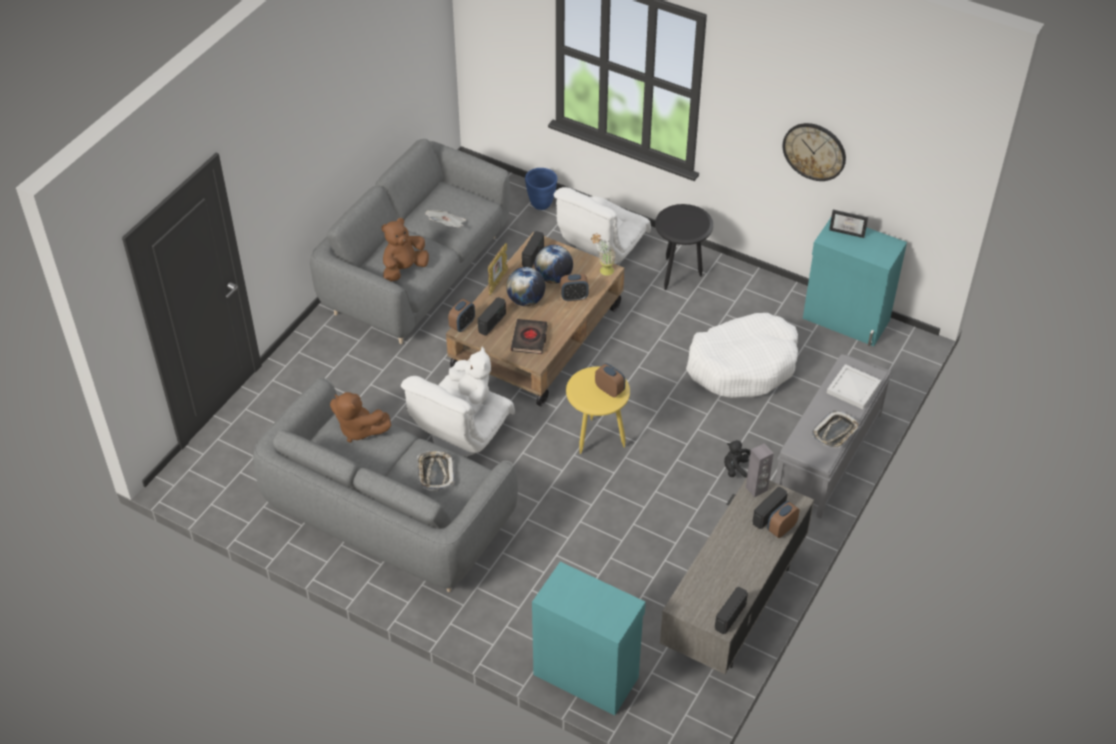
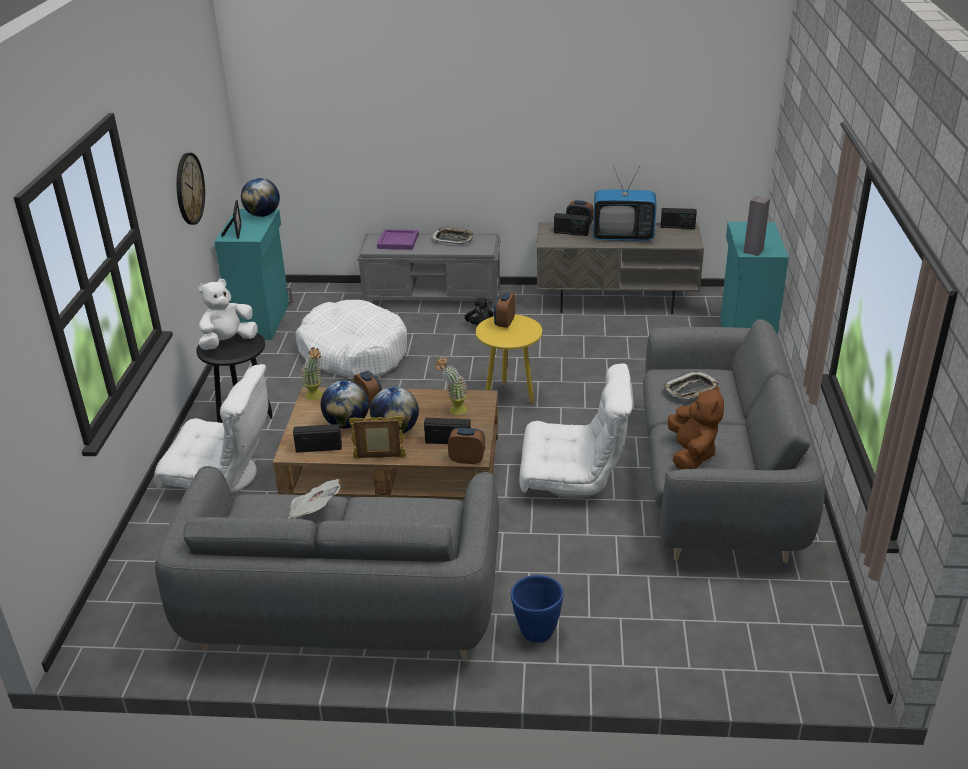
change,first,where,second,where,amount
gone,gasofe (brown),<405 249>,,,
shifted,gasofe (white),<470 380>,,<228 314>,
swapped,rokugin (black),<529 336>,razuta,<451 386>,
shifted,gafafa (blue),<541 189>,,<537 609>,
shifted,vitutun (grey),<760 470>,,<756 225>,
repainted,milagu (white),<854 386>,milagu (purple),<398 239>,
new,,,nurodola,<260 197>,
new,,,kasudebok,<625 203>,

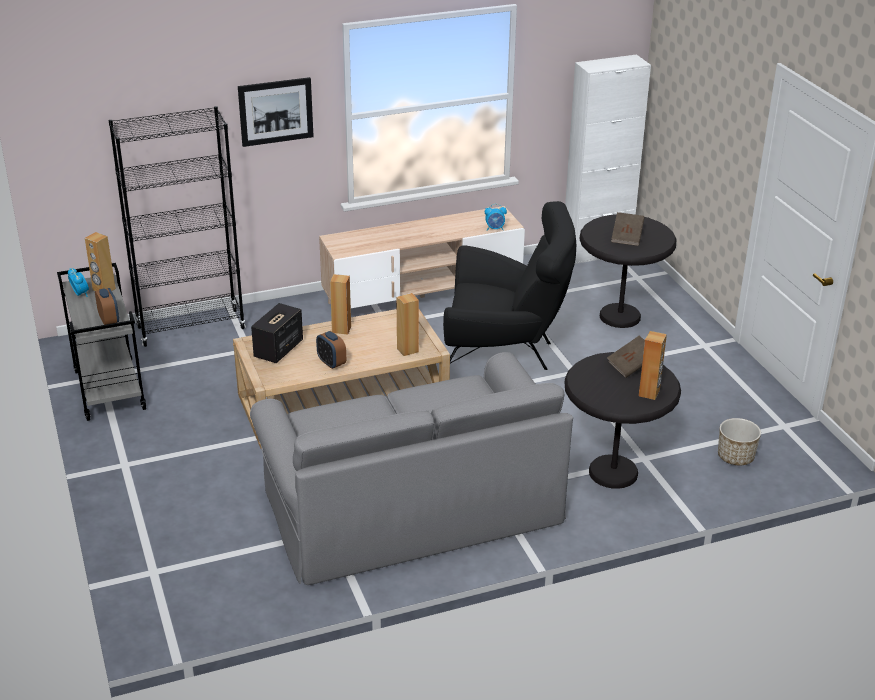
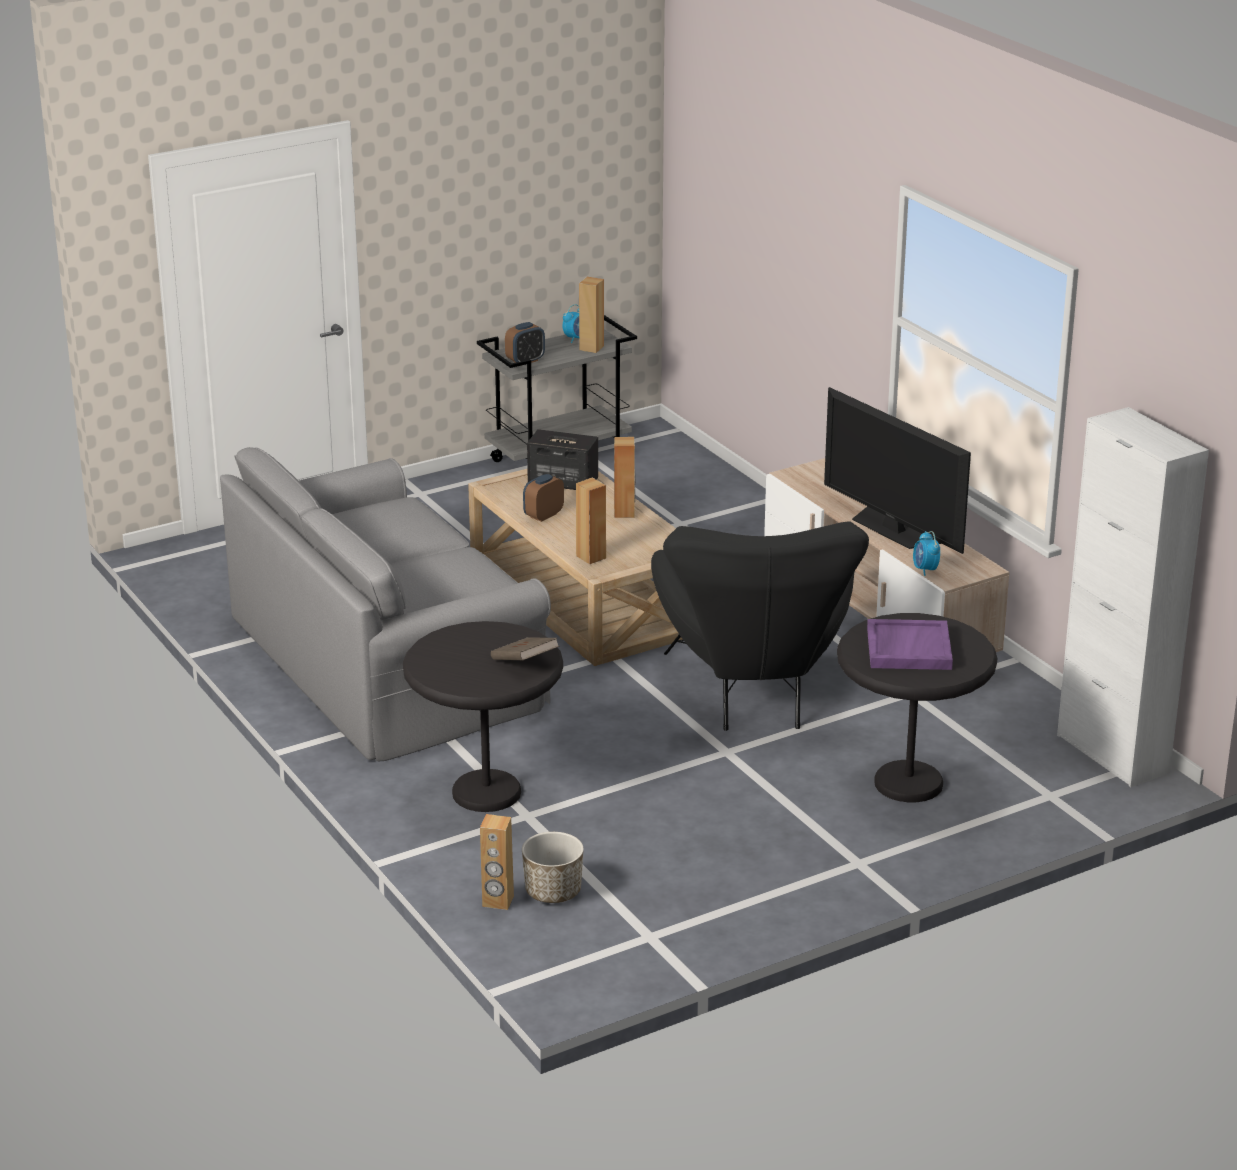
change,first,where,second,where,amount
gone,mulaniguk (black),<177 226>,,,
gone,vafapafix,<276 112>,,,
swapped,rokugin (brown),<628 229>,milagu (purple),<910 644>,
shifted,vitutun (brown),<653 365>,,<497 862>,
new,,,kasudebok,<897 470>,

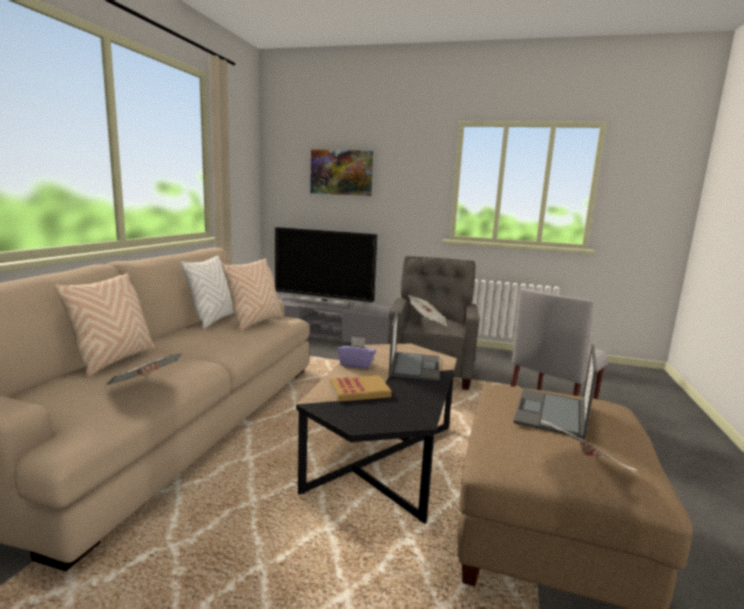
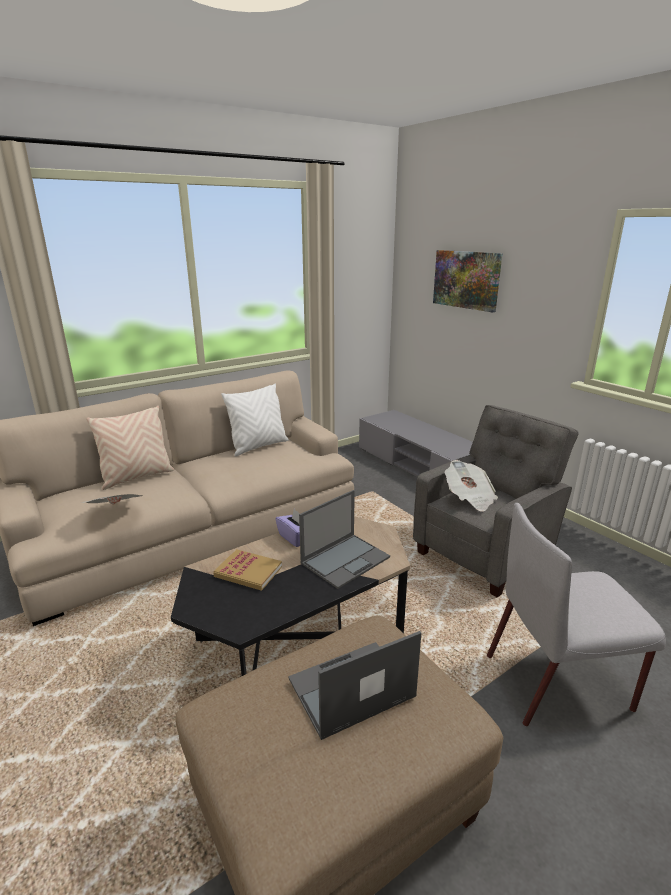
change,first,where,second,where,amount
gone,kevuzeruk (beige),<251 294>,,,
gone,kasudebok,<326 267>,,,
gone,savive,<590 447>,,,

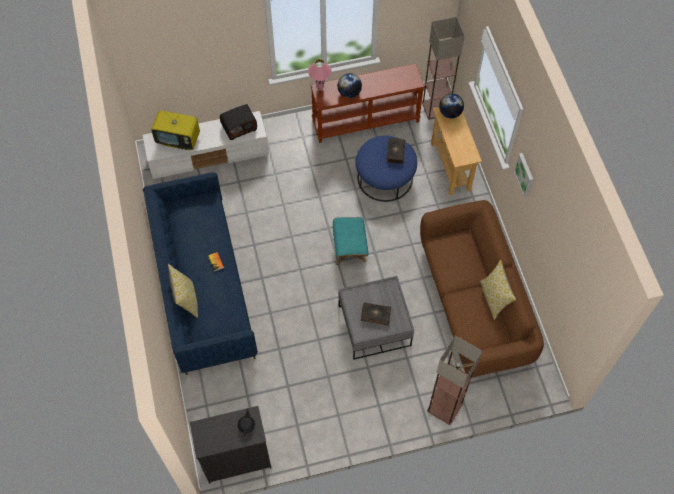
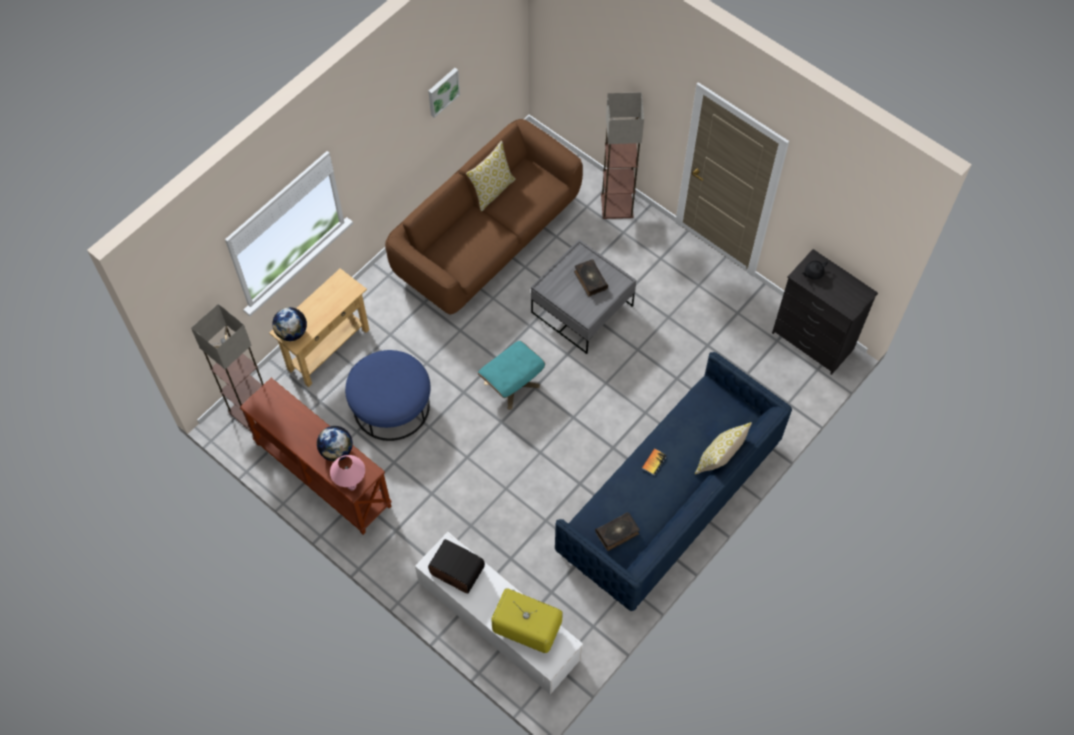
change,first,where,second,where,amount
rotated,kasudebok,<175 130>,,<527 620>,45 degrees counterclockwise
shifted,rokugin,<396 151>,,<617 531>,
shifted,vafapafix,<523 175>,,<444 93>,

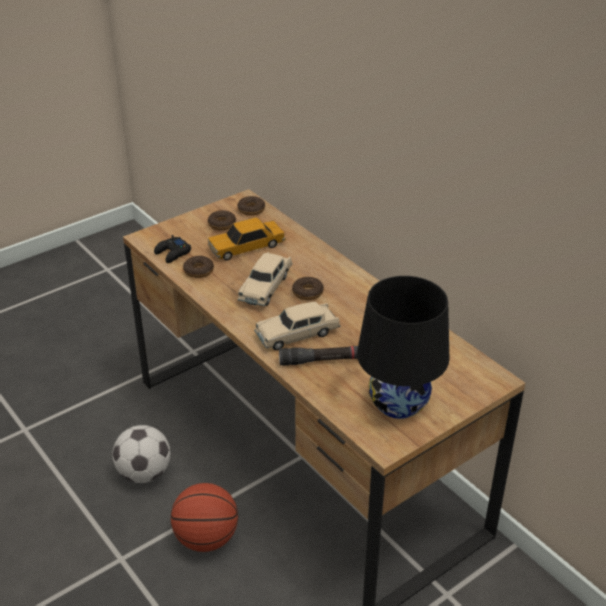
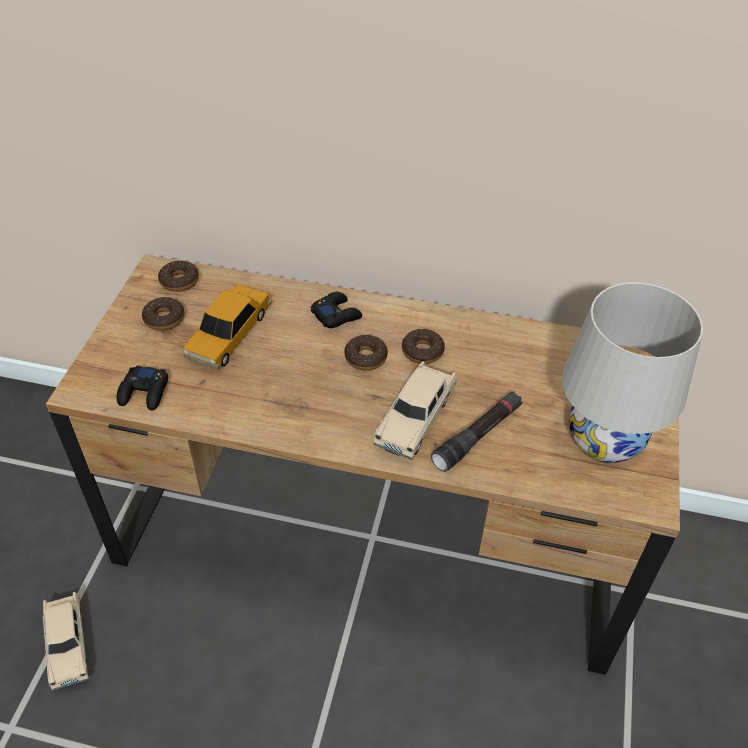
change,first,where,second,where,amount
gone,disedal,<141 454>,,,
gone,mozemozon,<204 517>,,,
shifted,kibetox,<198 267>,,<423 346>,
shifted,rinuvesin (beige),<265 279>,,<66 641>,
repainted,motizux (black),<403 347>,motizux (white),<632 372>,
new,,,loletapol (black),<336 310>,

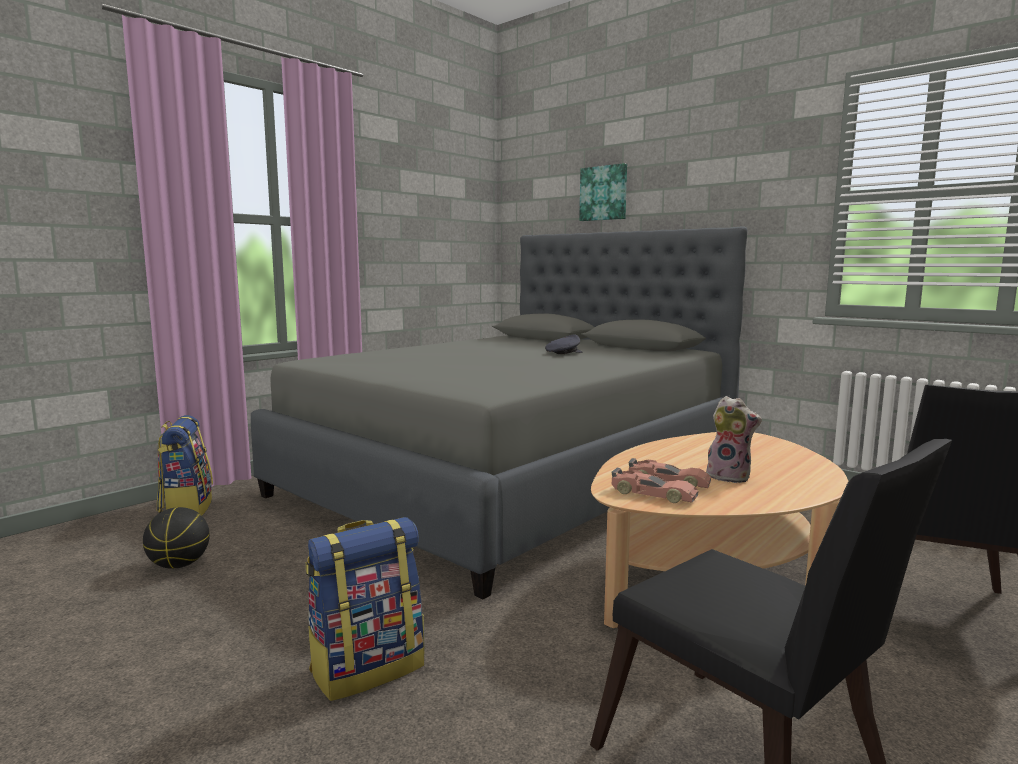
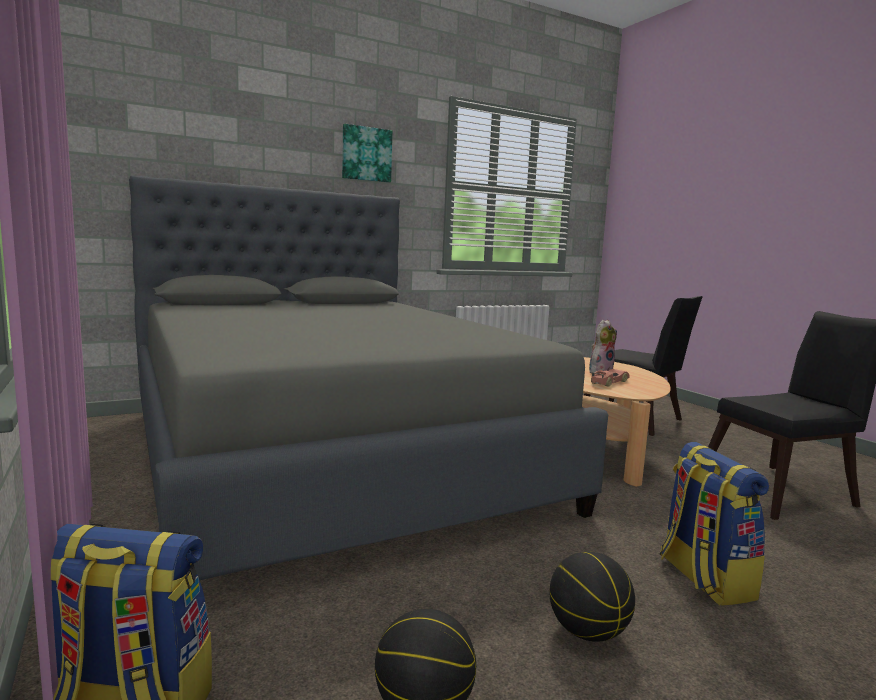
change,first,where,second,where,amount
gone,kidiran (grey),<563 344>,,,
shifted,vafapafix,<603 192>,,<367 153>,
gone,rinuvesin,<654 485>,,,
new,,,mozemozon,<592 596>,

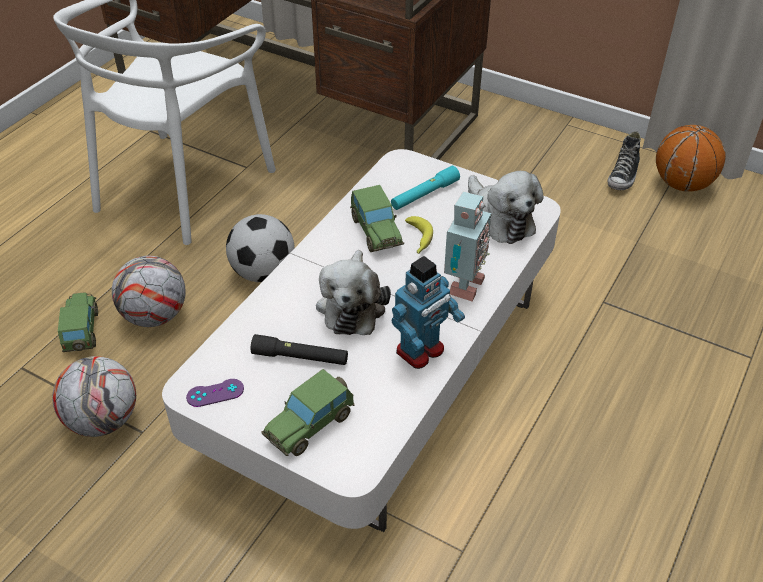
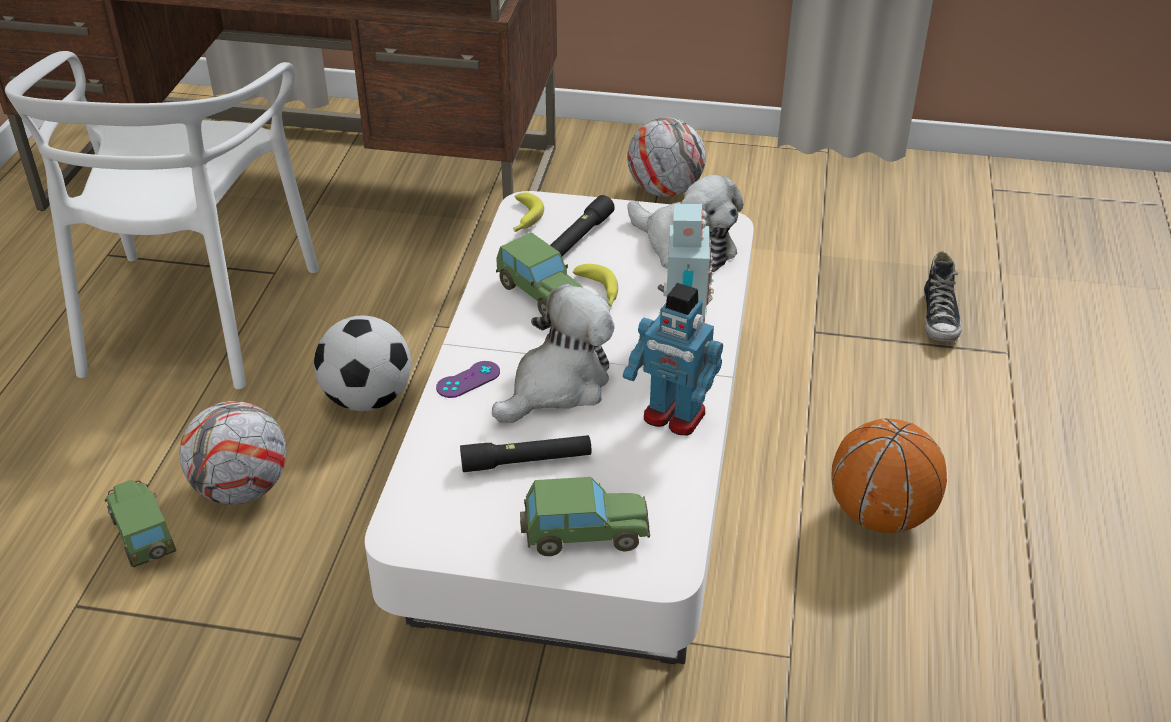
change,first,where,second,where,amount
shifted,disedal,<94 396>,,<666 157>,
shifted,loletapol (purple),<215 393>,,<468 379>,
rotated,rinuvesin,<308 412>,,<585 516>,120 degrees counterclockwise
rotated,gasofe,<353 292>,,<553 353>,120 degrees counterclockwise
repainted,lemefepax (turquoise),<425 188>,lemefepax (black),<582 226>,
rotated,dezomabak,<428 312>,,<673 359>,90 degrees clockwise
shifted,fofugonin,<624 160>,,<943 296>,
shifted,mozemozon,<691 158>,,<889 475>,
new,,,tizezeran,<528 212>,

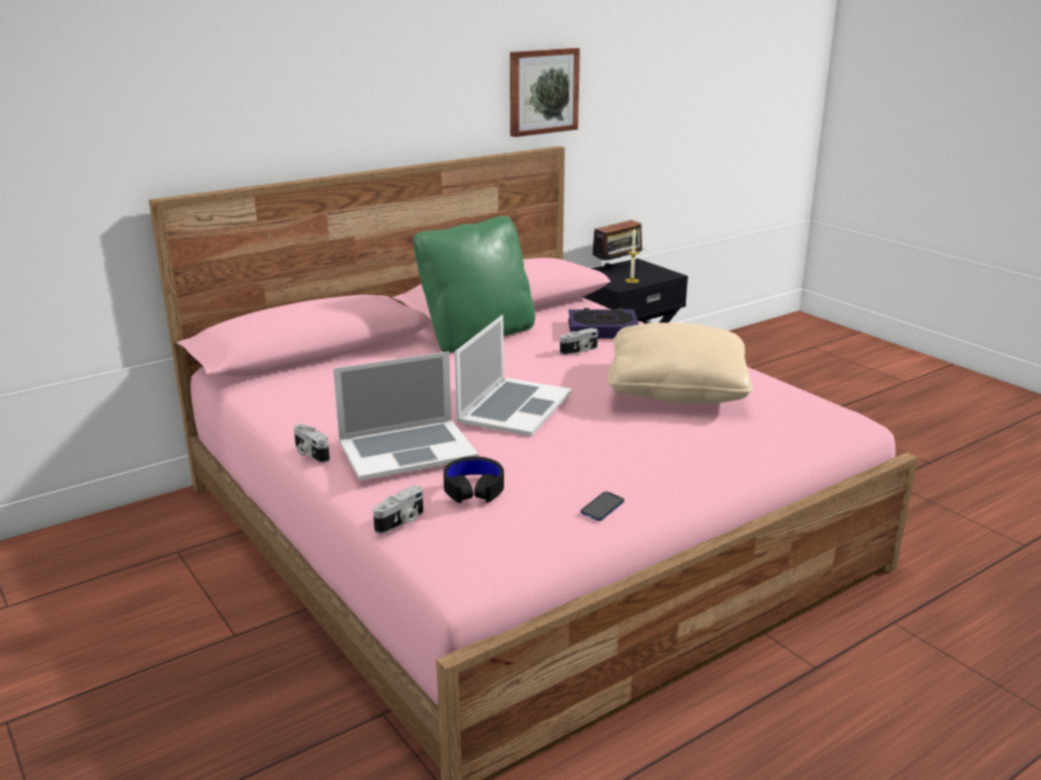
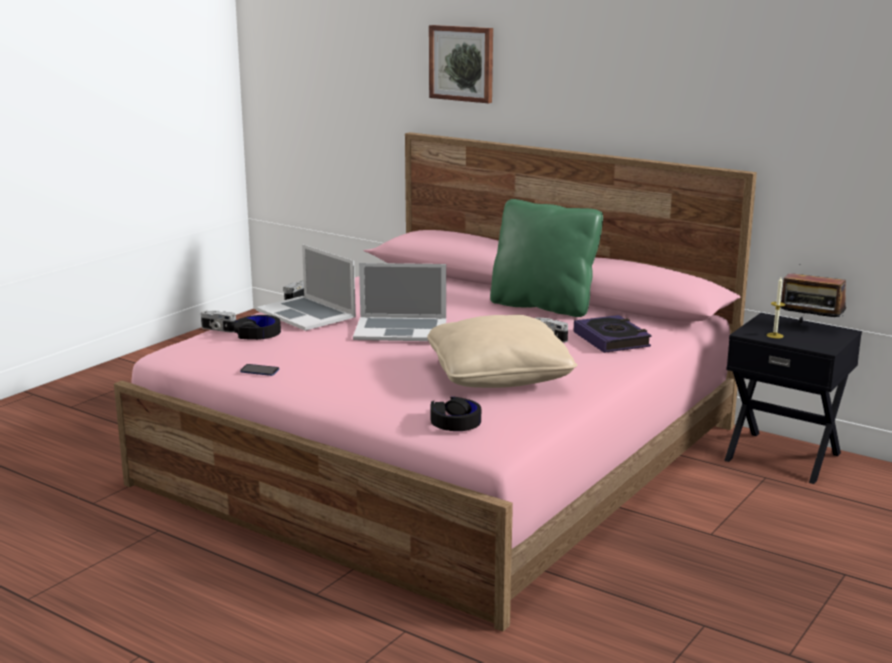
change,first,where,second,where,amount
shifted,vafapafix,<545 92>,,<461 64>,
new,,,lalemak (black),<455 414>,

